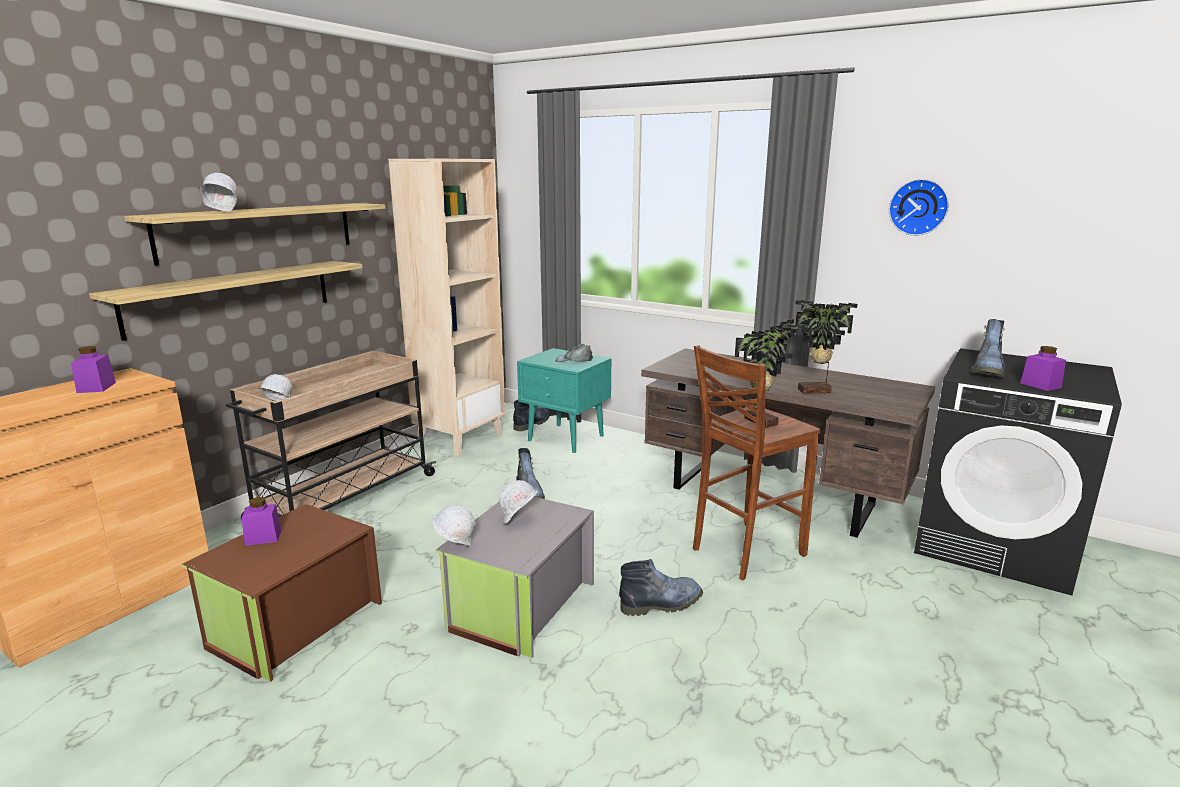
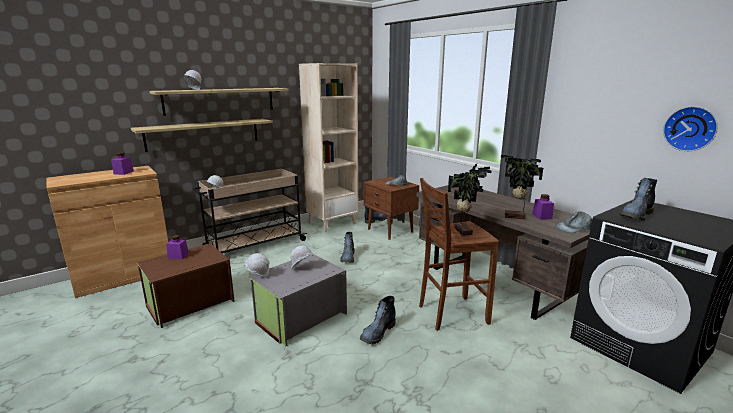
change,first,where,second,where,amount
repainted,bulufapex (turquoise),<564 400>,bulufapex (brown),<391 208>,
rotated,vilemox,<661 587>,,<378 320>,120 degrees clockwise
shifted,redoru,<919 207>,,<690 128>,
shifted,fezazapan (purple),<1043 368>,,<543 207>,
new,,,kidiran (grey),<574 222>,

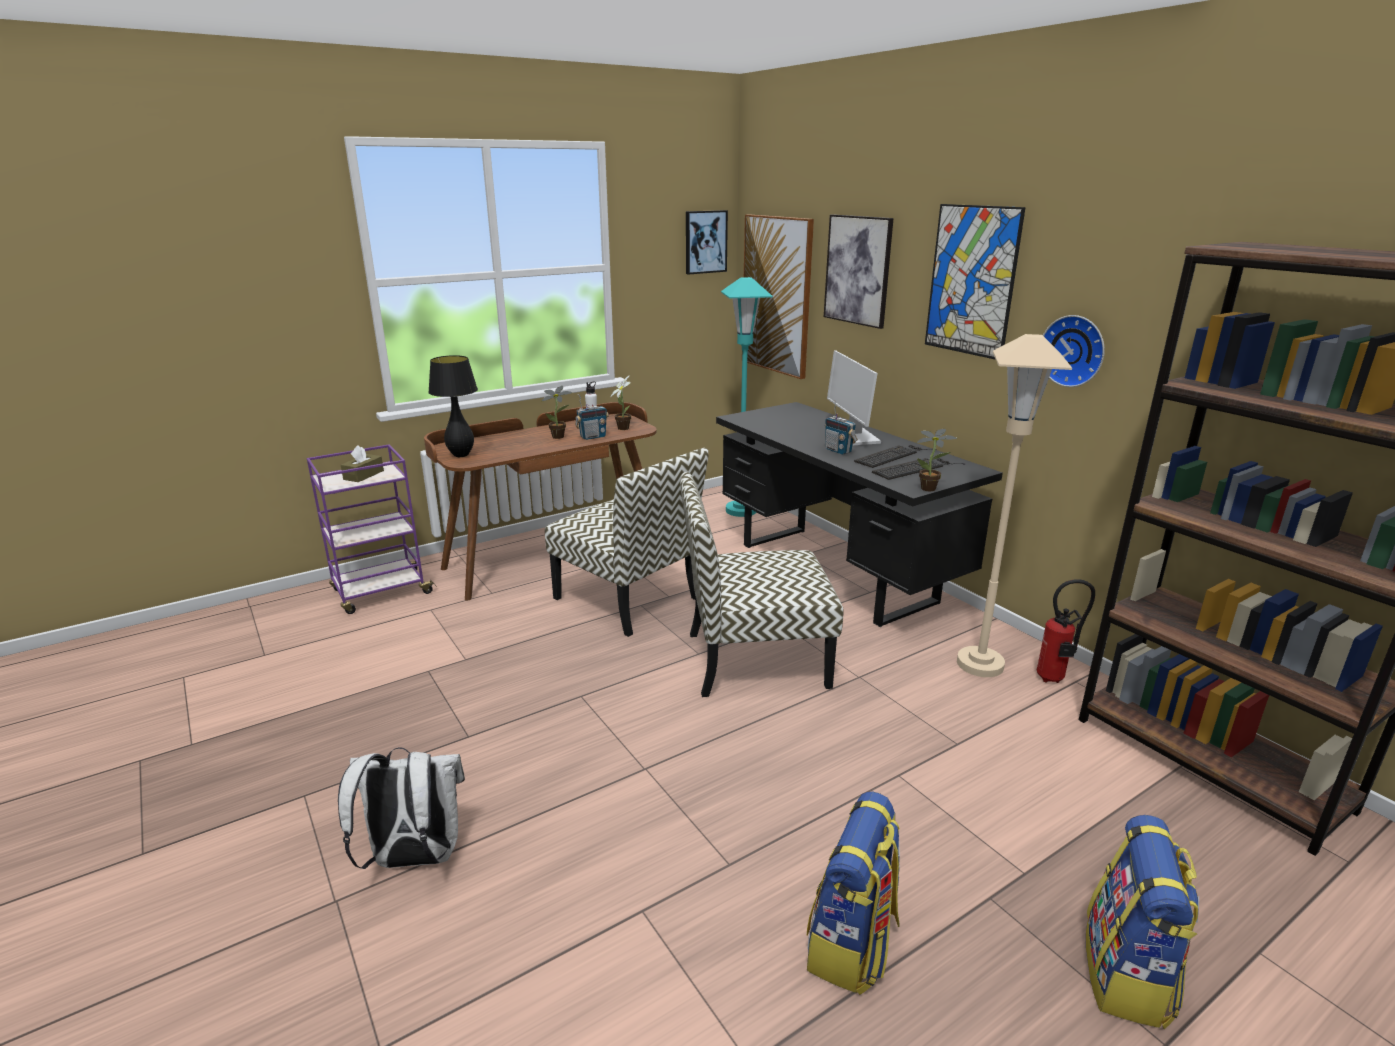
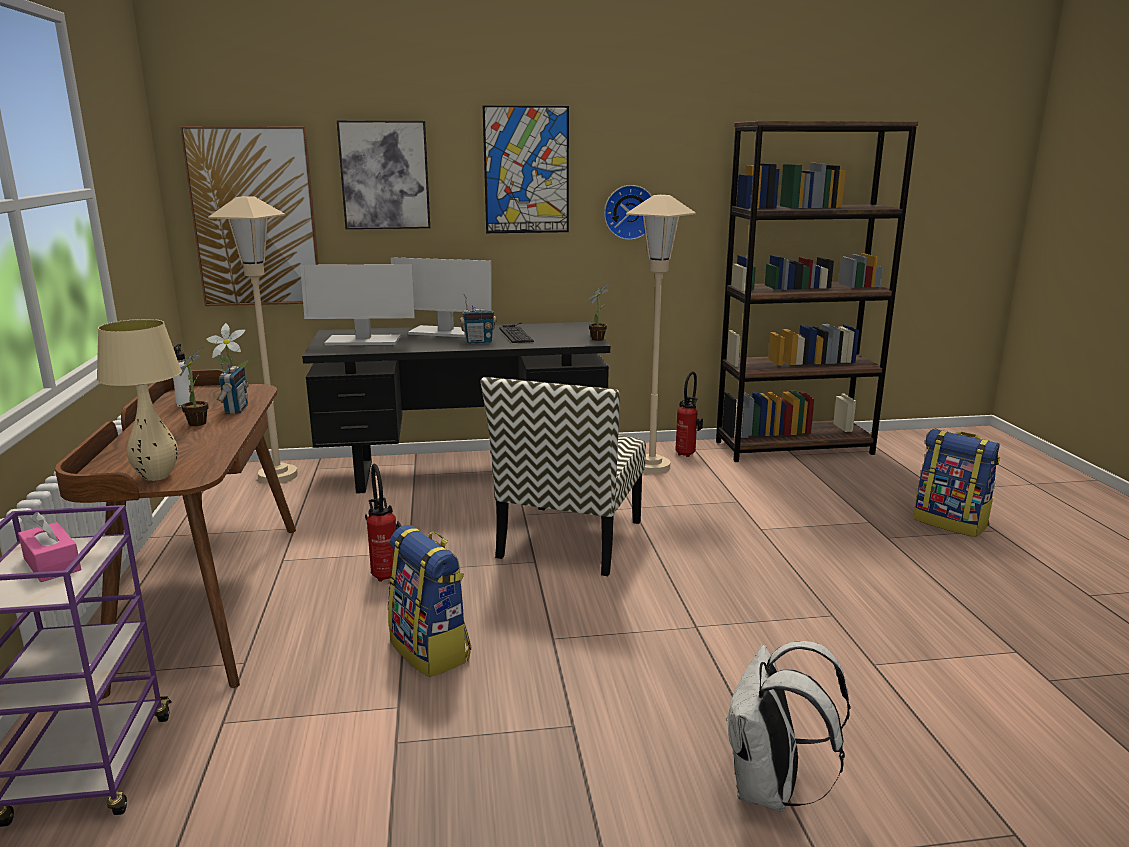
change,first,where,second,where,amount
repainted,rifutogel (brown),<362 463>,rifutogel (pink),<49 547>,
repainted,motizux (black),<453 406>,motizux (beige),<139 400>,
swapped,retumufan,<626 542>,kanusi,<383 523>,
gone,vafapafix,<707 242>,,,
repainted,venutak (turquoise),<747 397>,venutak (beige),<253 340>,
shifted,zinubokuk,<853 893>,,<429 601>,
gone,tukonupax,<919 469>,,,
new,,,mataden,<357 304>,

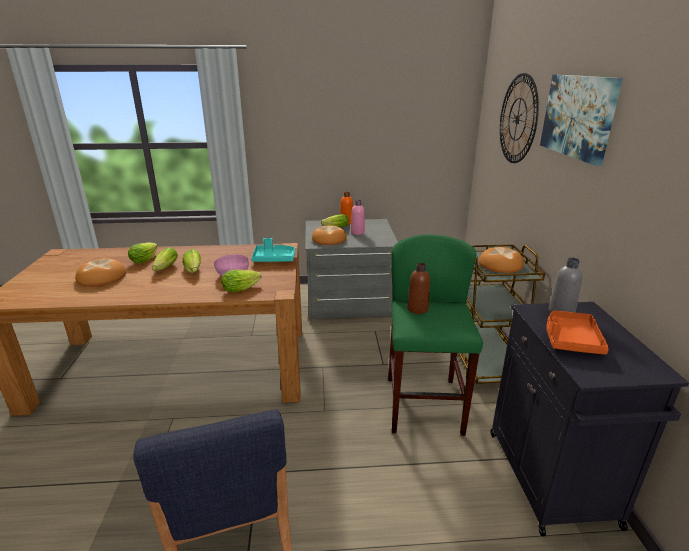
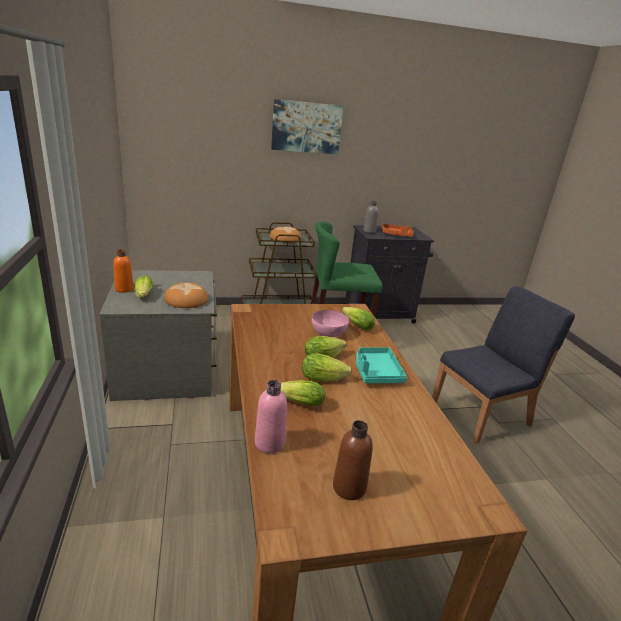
change,first,where,second,where,amount
gone,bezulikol,<100 272>,,,
shifted,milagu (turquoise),<273 250>,,<381 365>,
shifted,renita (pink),<358 217>,,<271 416>,
shifted,renita (brown),<418 288>,,<353 460>,
gone,redoru,<519 118>,,,

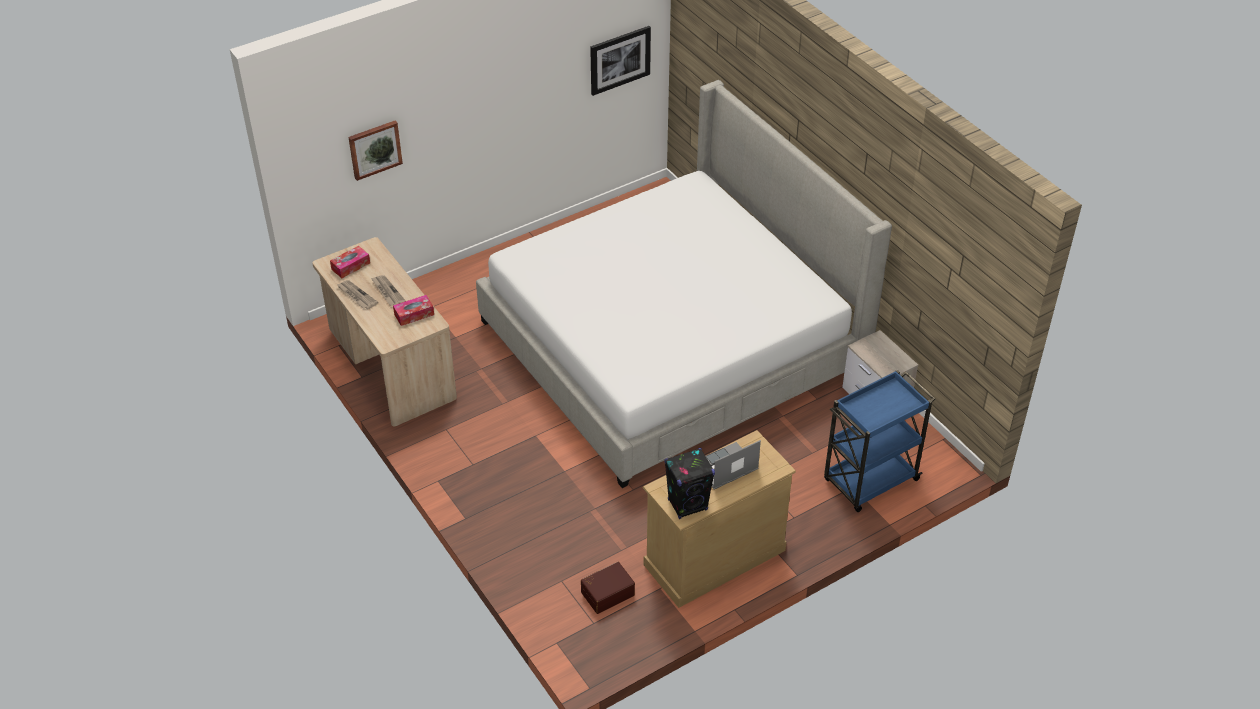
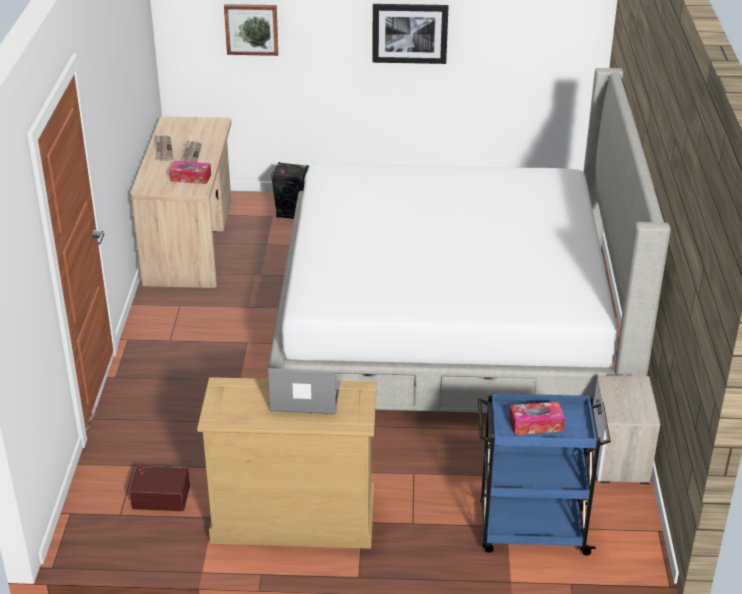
change,first,where,second,where,amount
shifted,rifutogel,<350 262>,,<537 418>,
shifted,vafapafix,<620 61>,,<410 34>,
shifted,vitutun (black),<689 483>,,<290 190>,

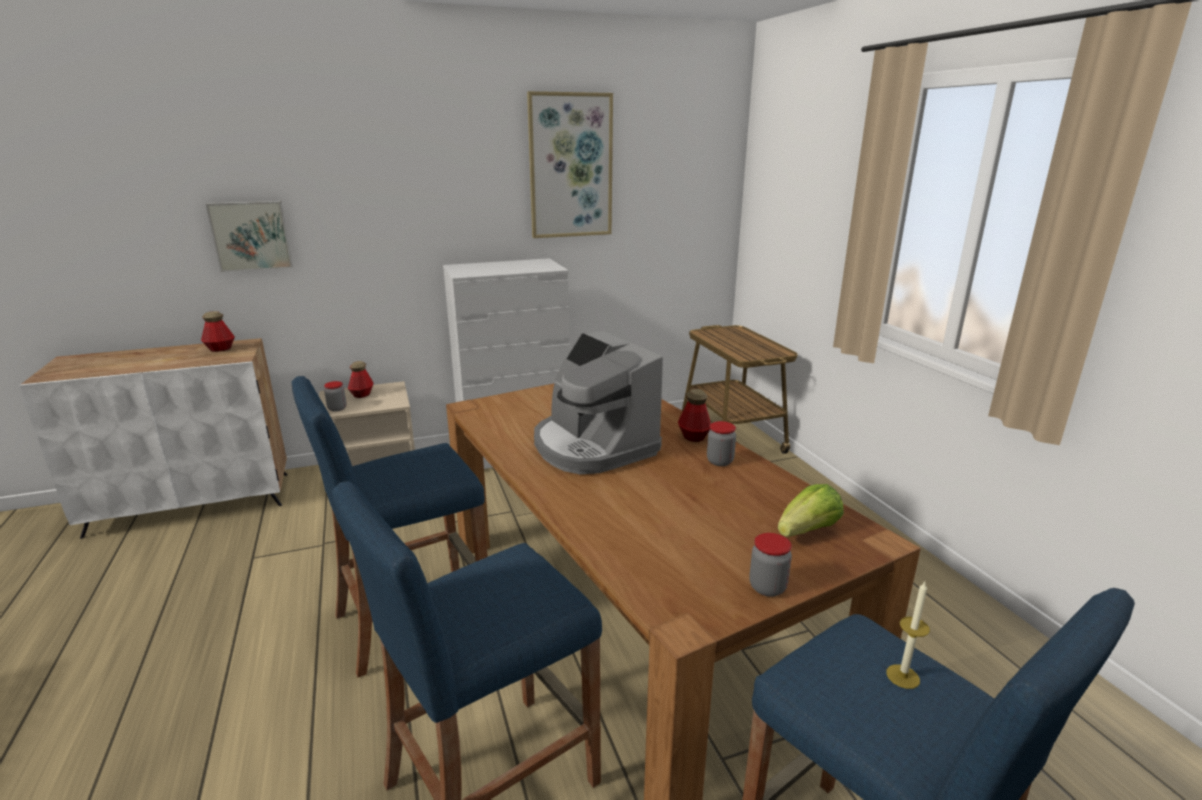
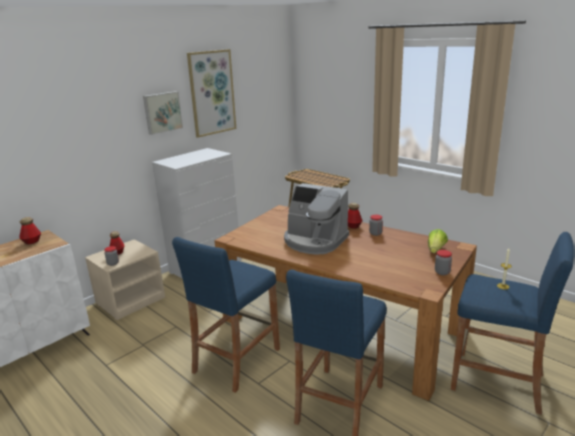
change,first,where,second,where,amount
shifted,vafapafix,<249 236>,,<163 113>,

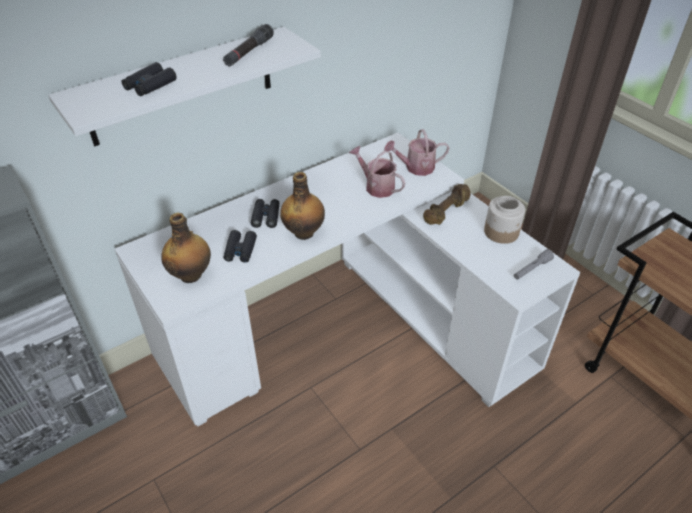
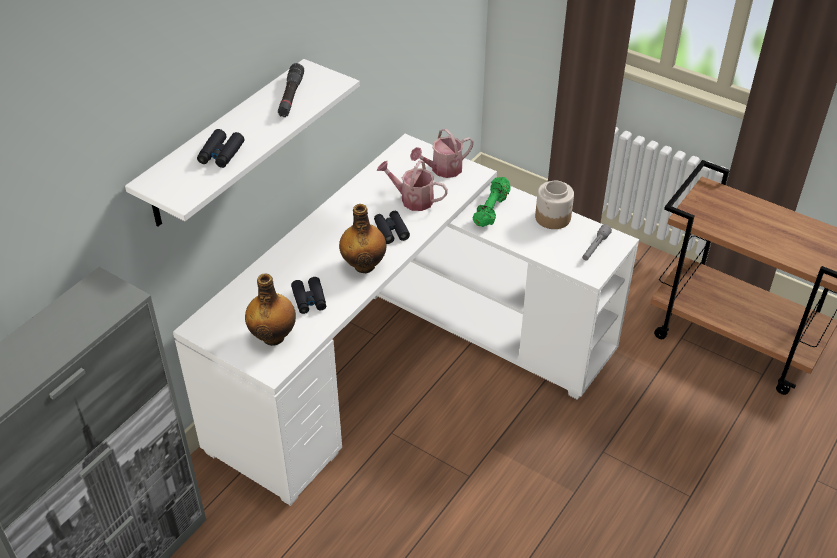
change,first,where,second,where,amount
shifted,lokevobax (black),<265 213>,,<392 227>,
repainted,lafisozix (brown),<447 204>,lafisozix (green),<491 202>,

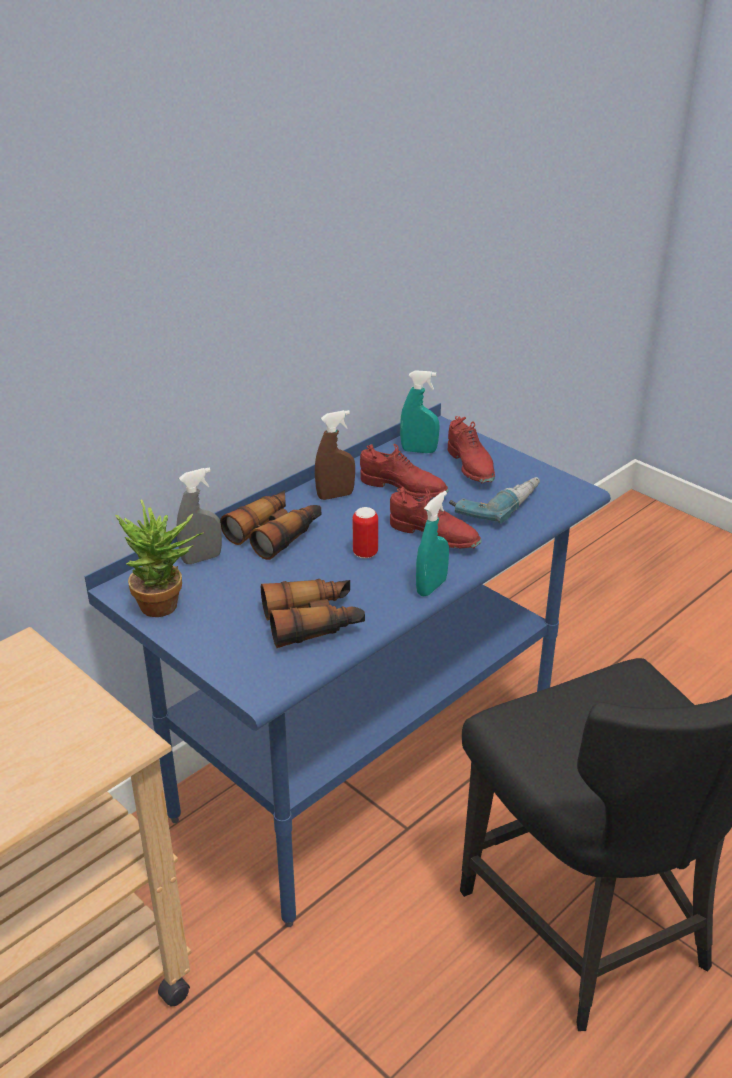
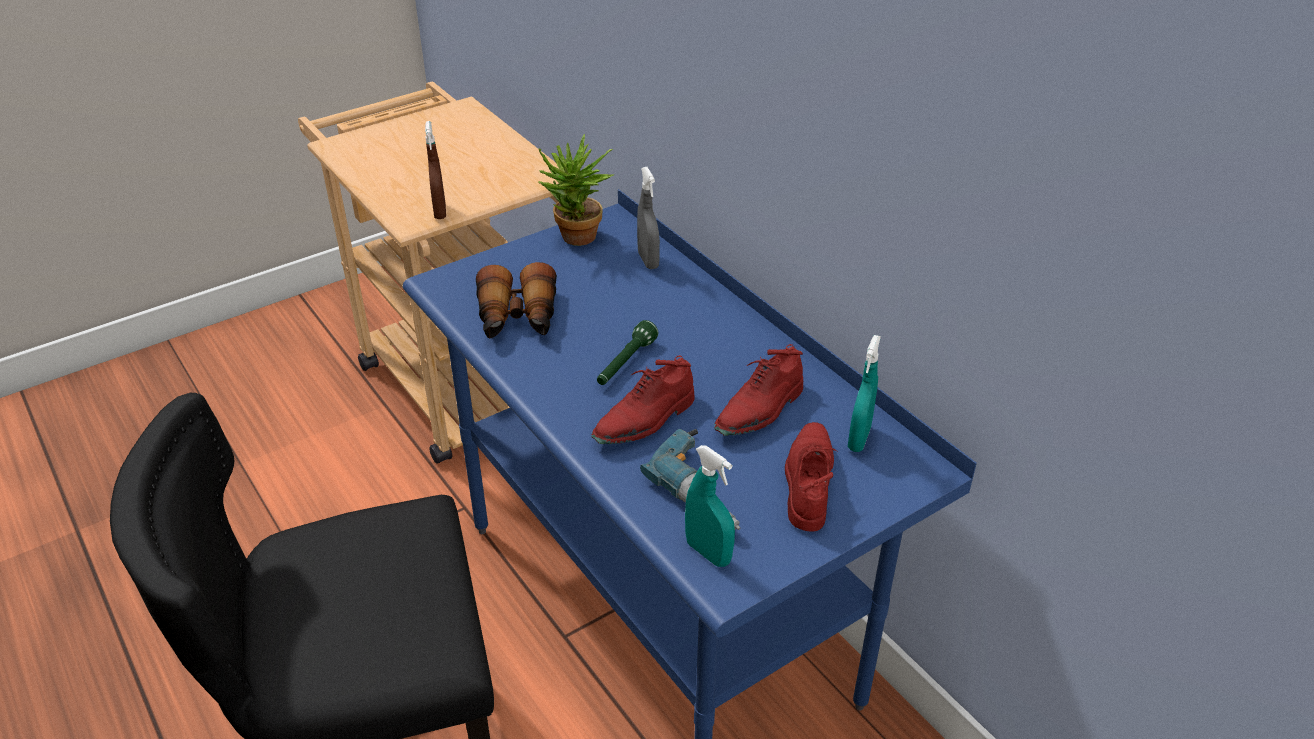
change,first,where,second,where,amount
gone,lokevobax,<270 525>,,,
shifted,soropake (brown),<335 455>,,<435 170>,
swapped,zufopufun,<365 532>,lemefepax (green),<627 352>,
shifted,soropake (turquoise),<432 544>,,<710 506>,
rotated,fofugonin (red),<471 450>,,<811 476>,105 degrees clockwise

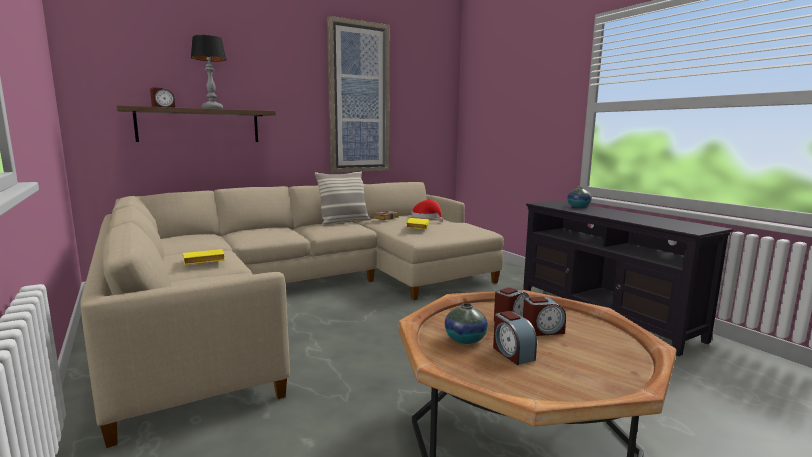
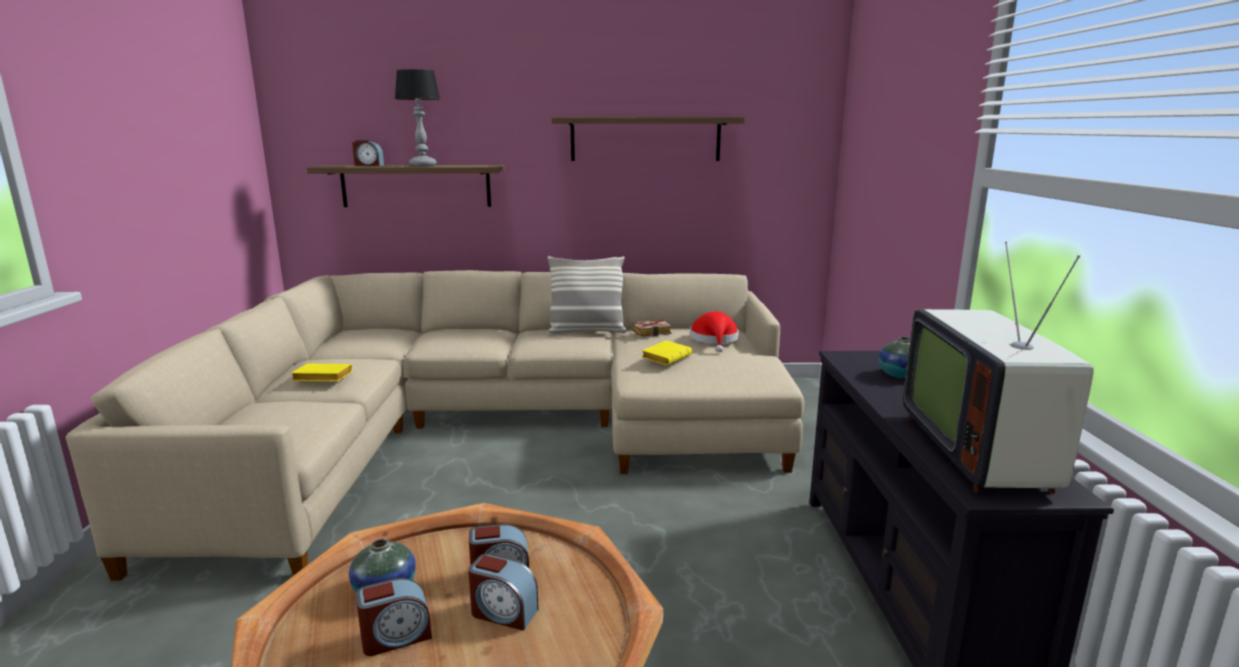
change,first,where,second,where,amount
swapped,vafapafix,<358 94>,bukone,<648 139>,
rotated,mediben,<515 338>,,<394 617>,120 degrees counterclockwise
new,,,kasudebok,<998 367>,

